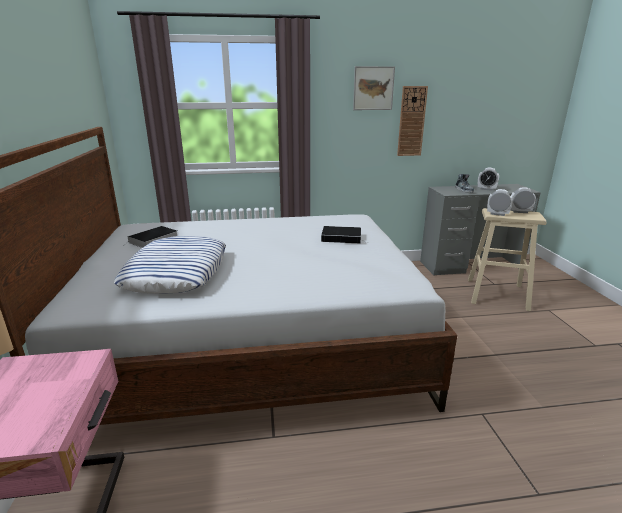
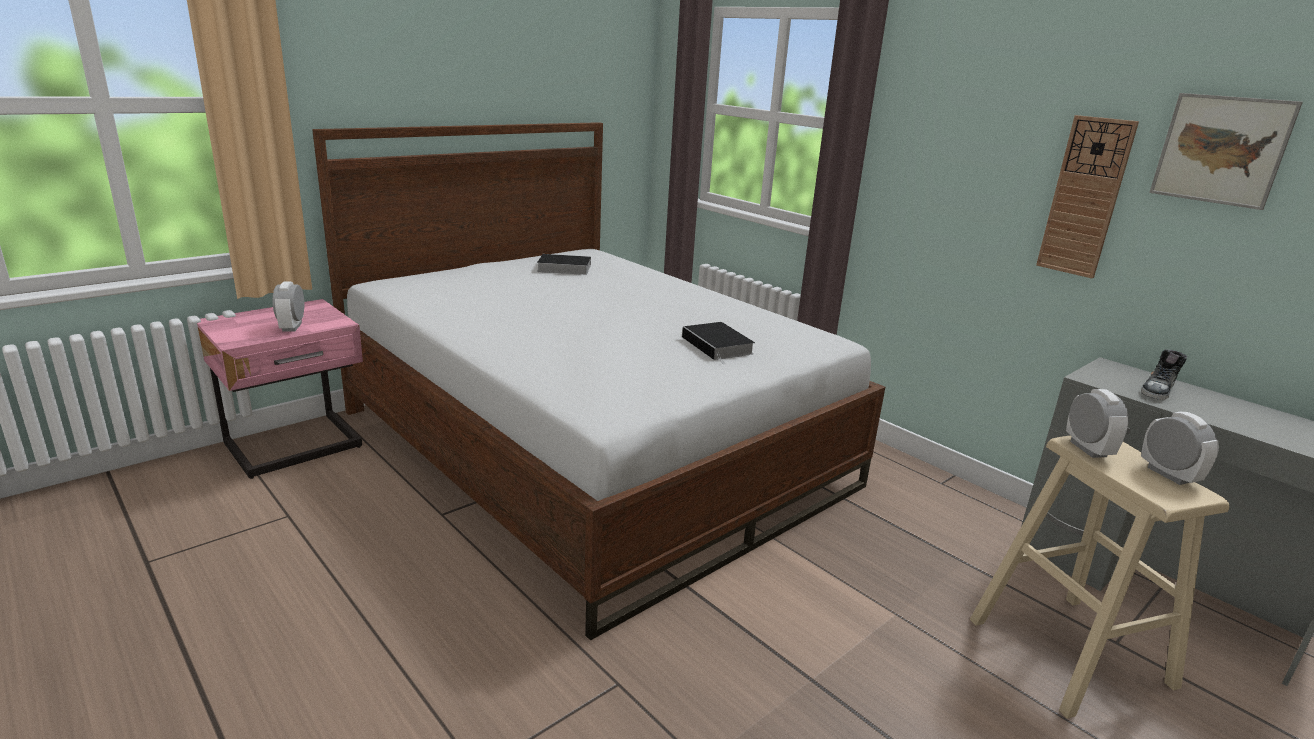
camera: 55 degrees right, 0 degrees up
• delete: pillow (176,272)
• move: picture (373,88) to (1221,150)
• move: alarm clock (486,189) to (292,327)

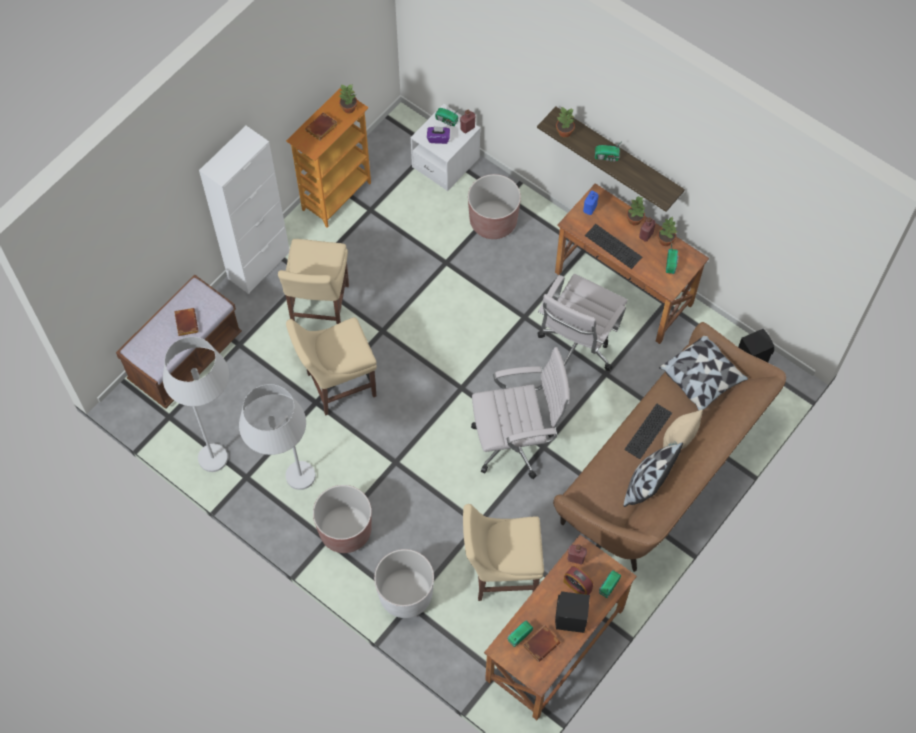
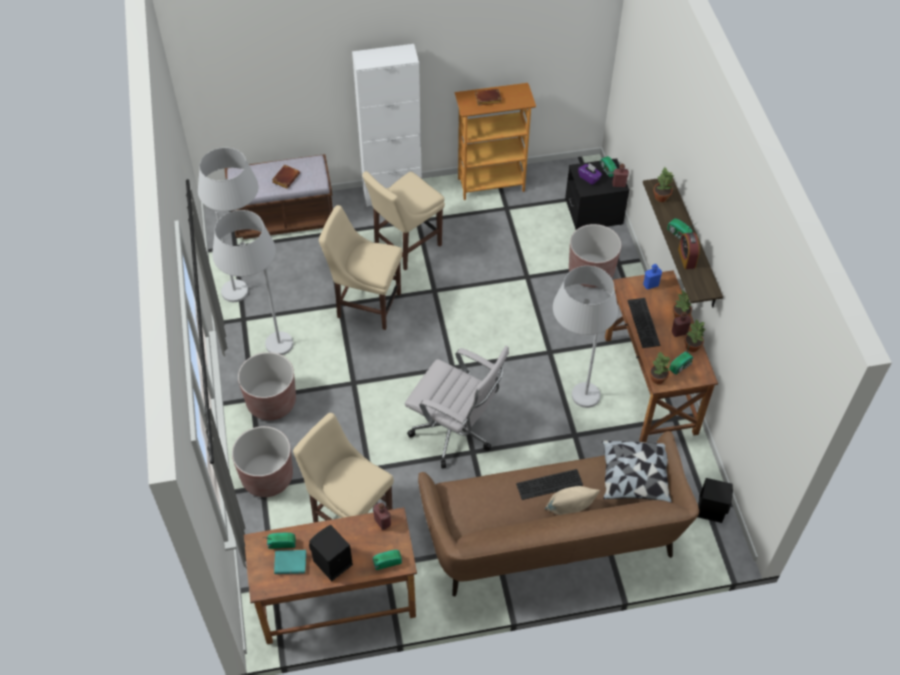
camera: 40 degrees right, 10 degrees down
• delete: pillow (647,484)
• move: potted plant (348,108) to (657,378)
• move: alarm clock (577,586) to (686,258)
• replace: white office chair (577,346) to white floor lamp (571,400)
• recolor: white planter (405,594) to brown planter (267,477)
• recolor: white nightstand (446,163) to black nightstand (593,212)
• recolor: brown book (541,643) to turquoise book (291,562)

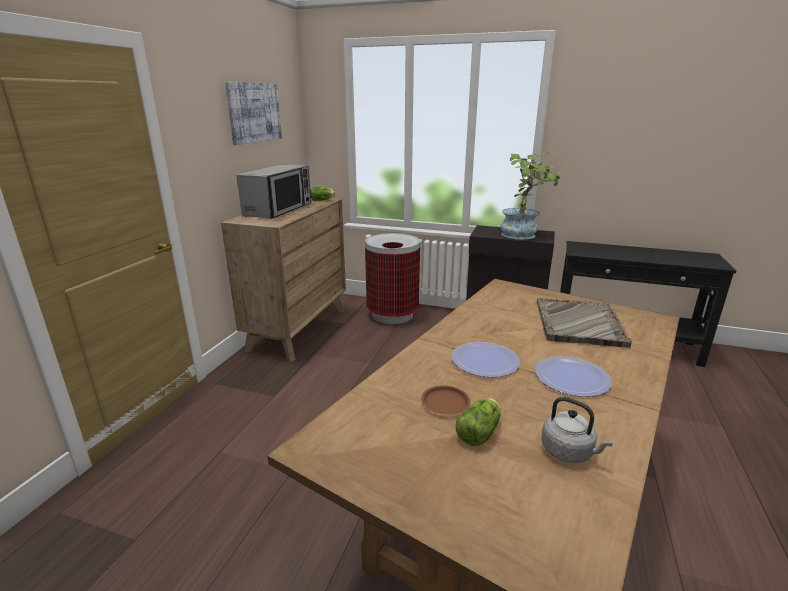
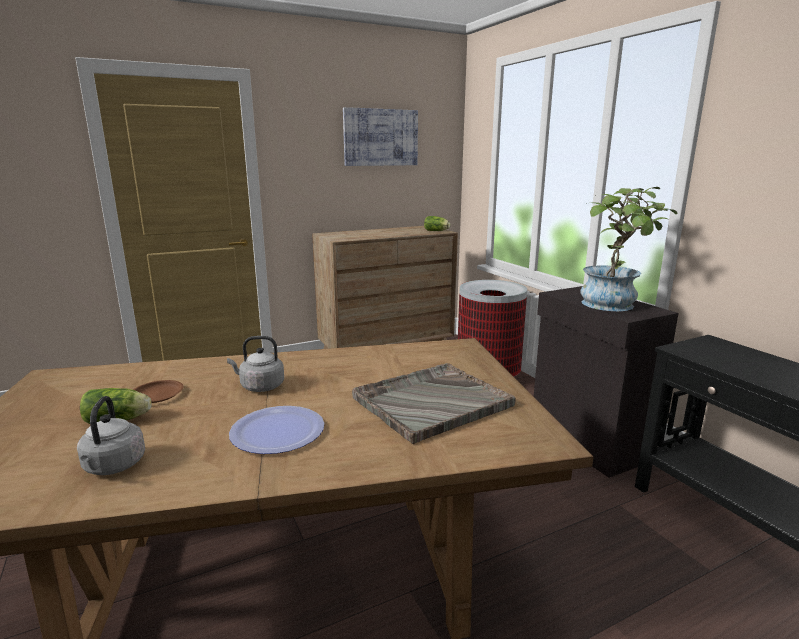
camera: 45 degrees right, 5 degrees down
• delete: microwave (279,210)
• replace: plate (485,361) to grey kettle (260,386)

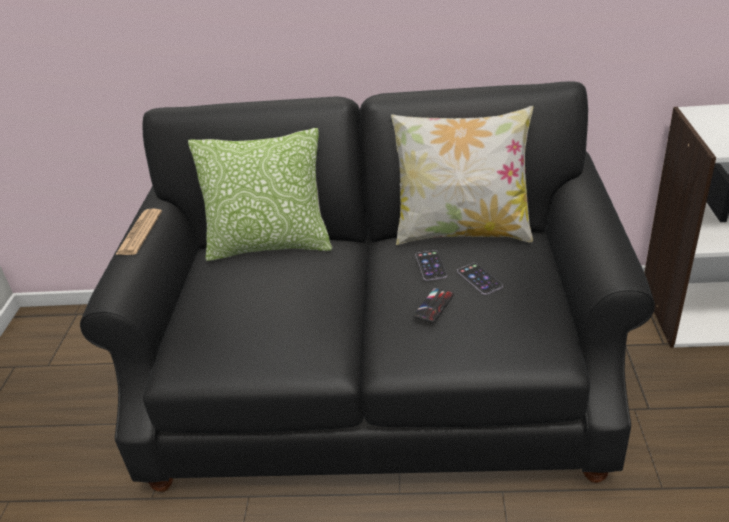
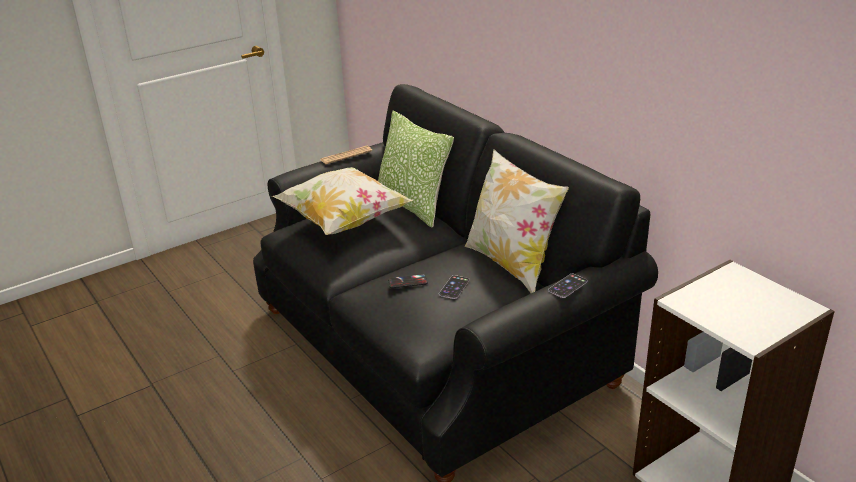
camera: 50 degrees right, 5 degrees down
• insert: pillow (344,221)
• move: phone (431,265) to (567,286)

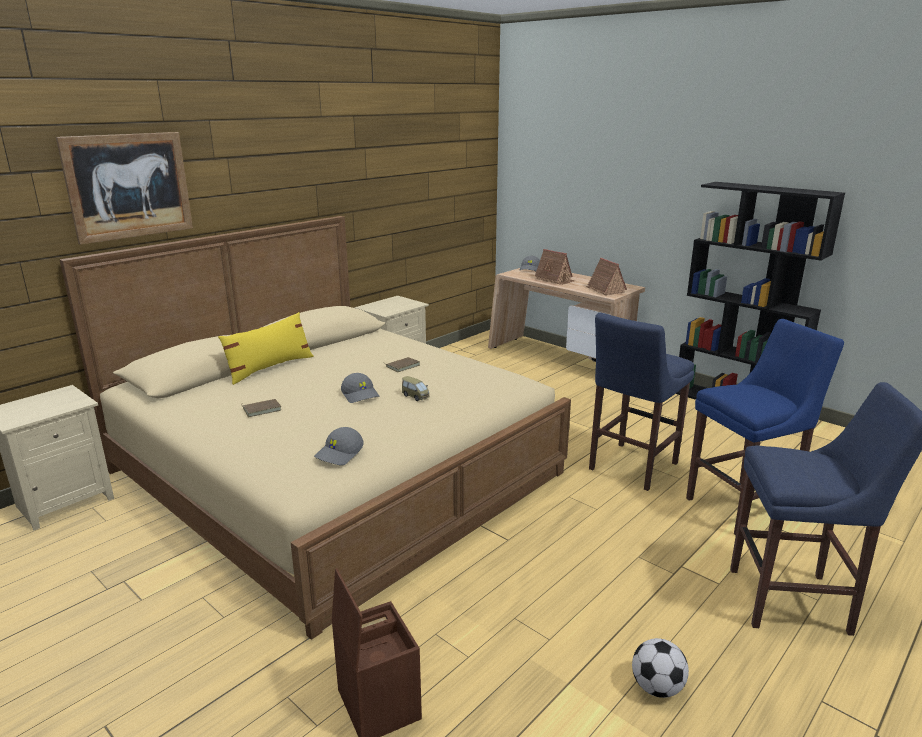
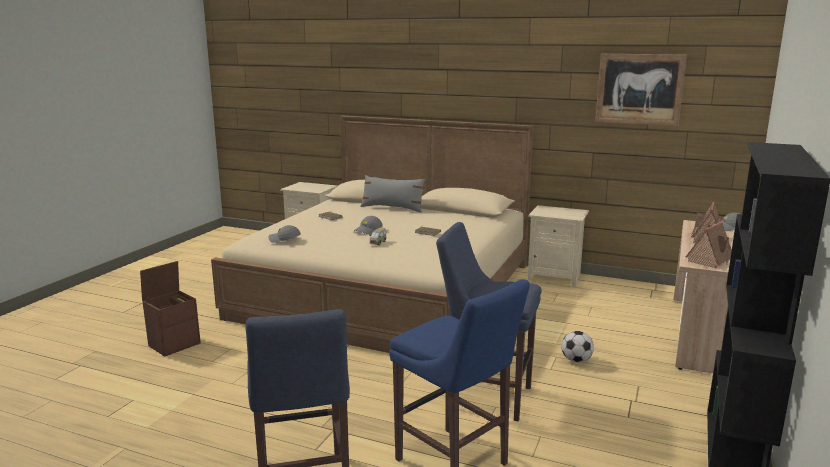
camera: 70 degrees right, 5 degrees down
• move: picture (129,186) to (639,89)
• move: football (657,687) to (576,360)
• recolor: yellow pillow (270,368) to grey pillow (392,208)

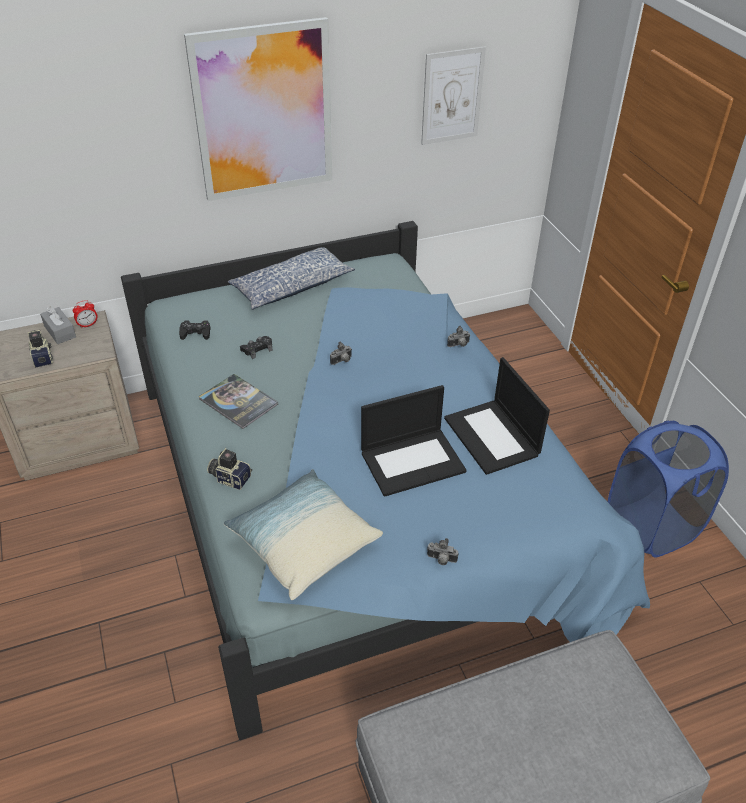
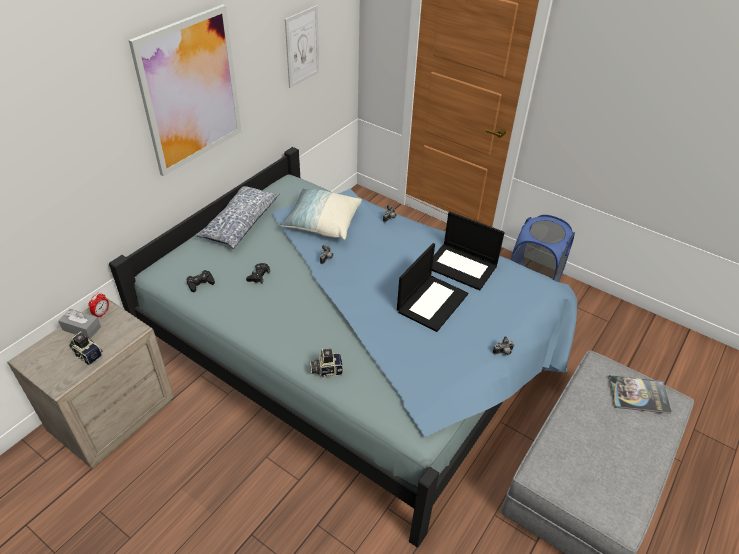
camera: 35 degrees left, 0 degrees up
• move: book (238,402) to (638,395)
• move: pillow (303,543) to (322,223)

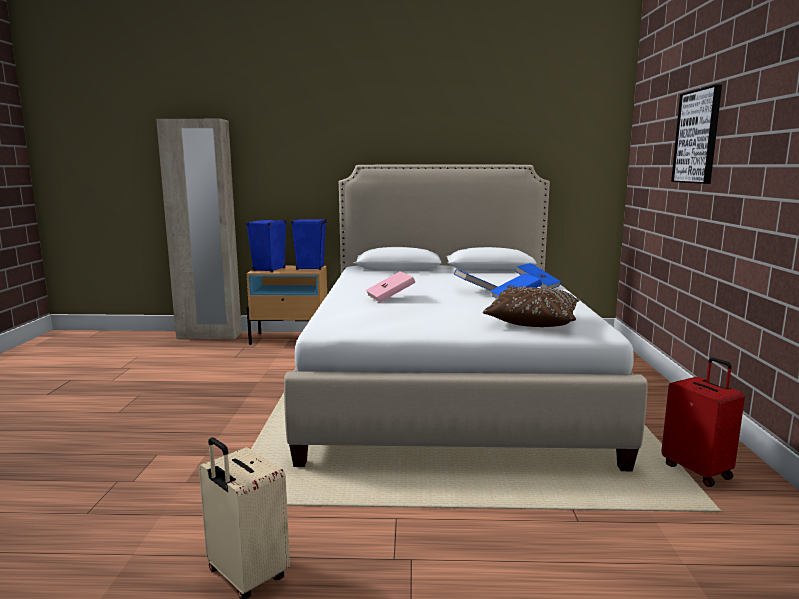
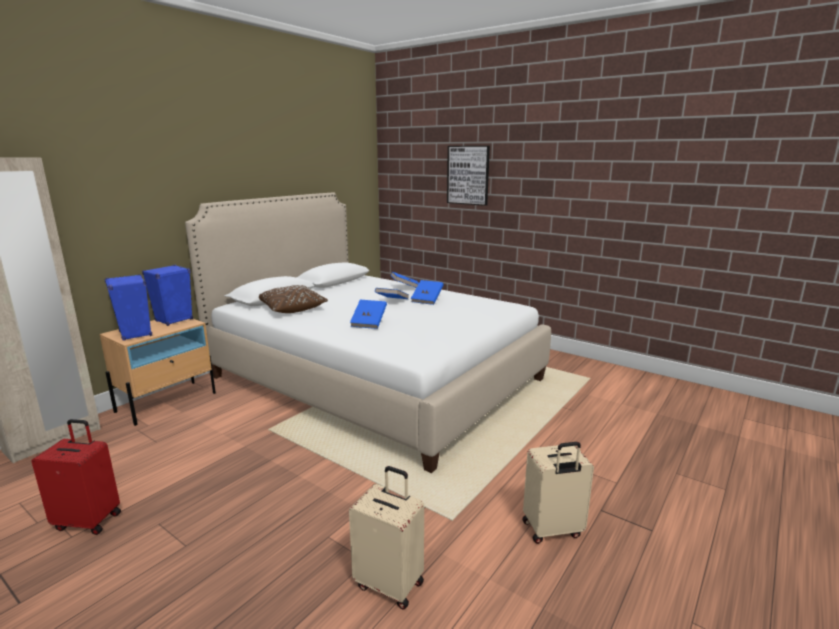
camera: 55 degrees left, 5 degrees up
• insert: beige suitcase (390,583)
• move: brown pillow (532,321) to (291,308)
• move: red suitcase (697,471) to (89,520)
• recolor: pink book (390,298) to blue book (369,323)

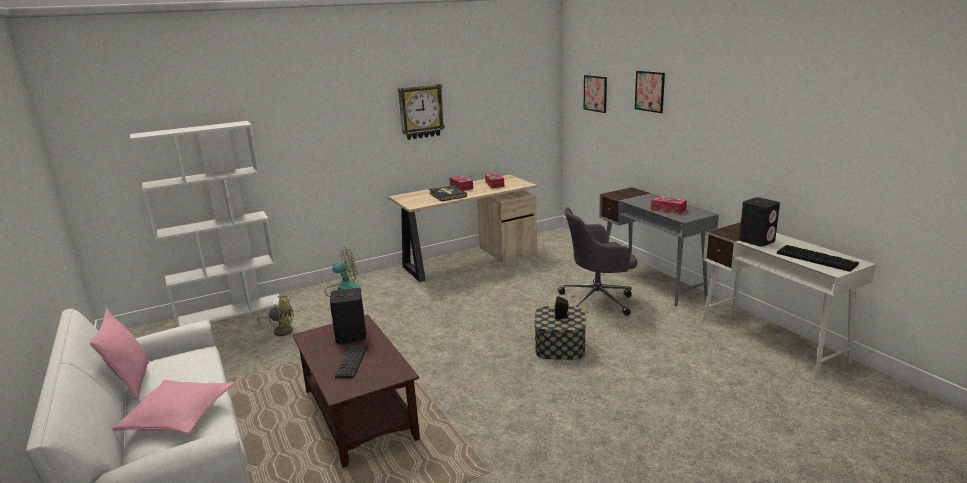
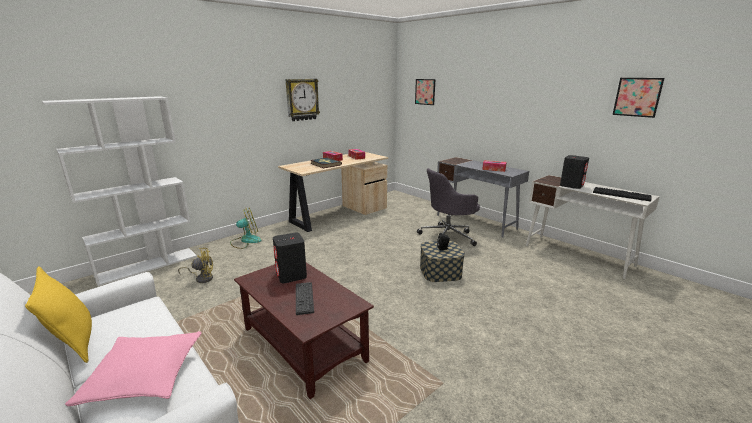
camera: 15 degrees left, 0 degrees up
• move: picture (649,91) to (637,97)
• recolor: pink pillow (132,382) to yellow pillow (74,343)

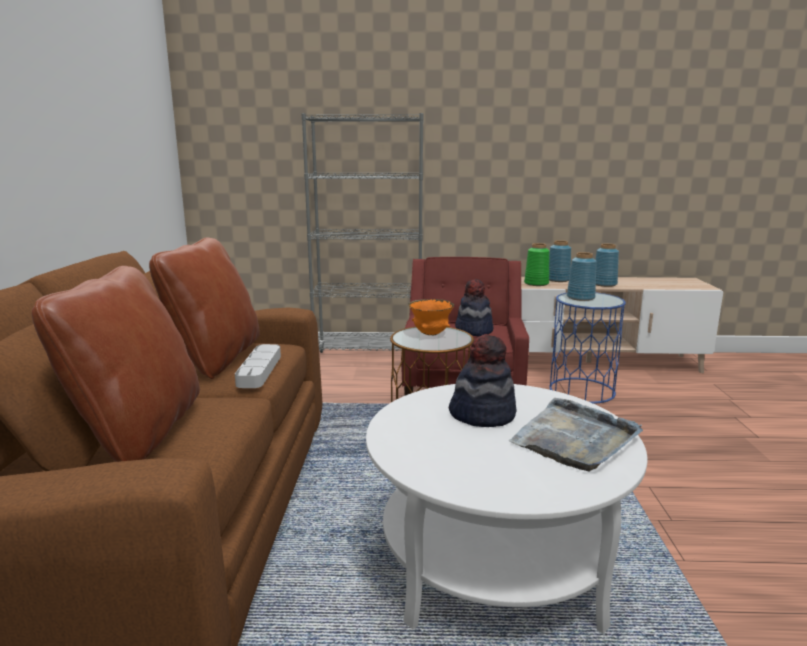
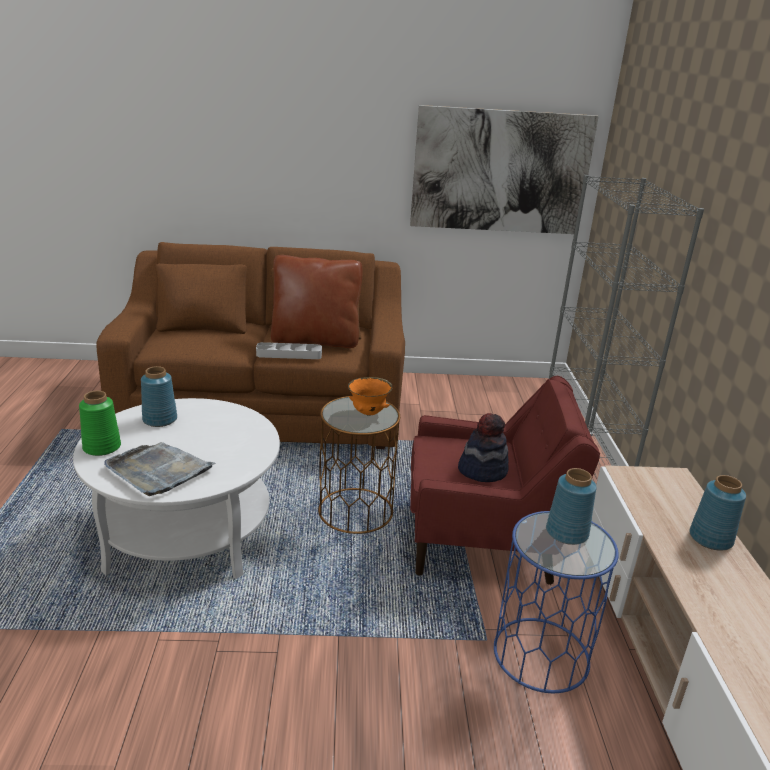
camera: 85 degrees right, 10 degrees up
• delete: brown pillow (139,432)
• delete: hat (482,414)
• insert: picture (500,171)
• move: green vase (536,284) to (101,447)
• move: blue vase (604,284) to (160,420)

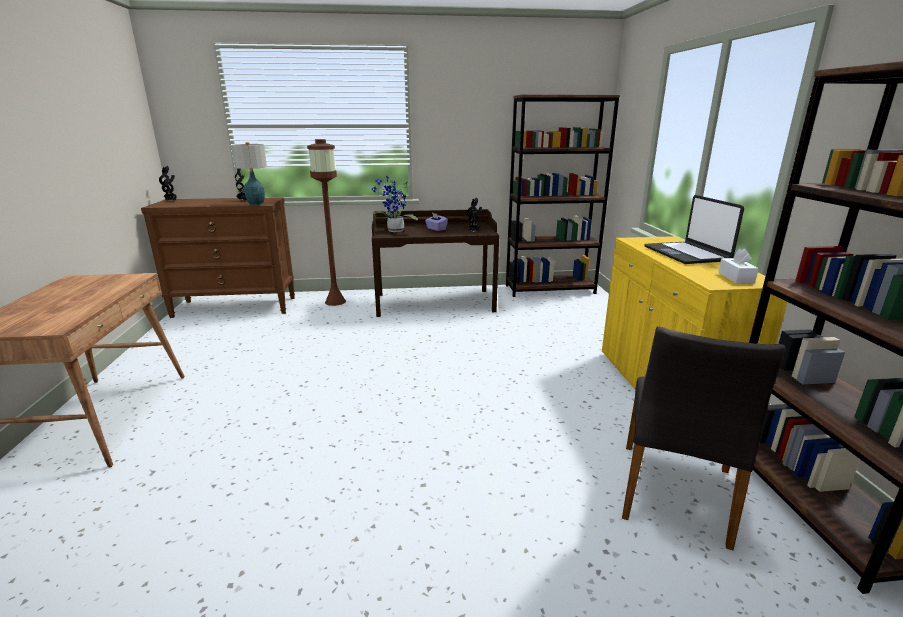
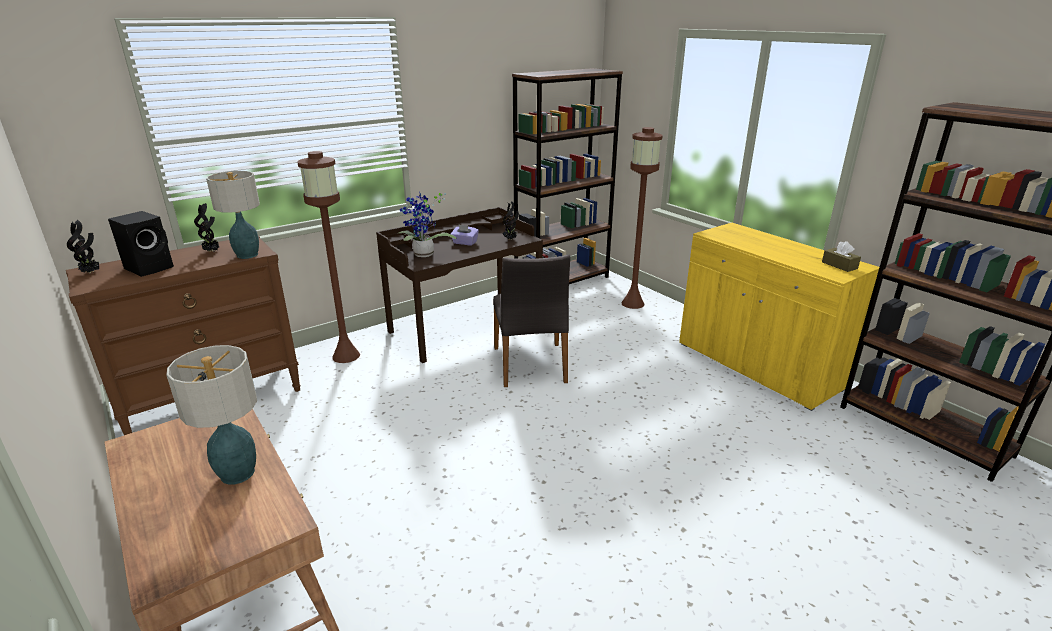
camera: 30 degrees left, 5 degrees up
• delete: laptop (686,254)
• insert: black speaker (151,267)
• insert: table lamp (238,474)
• insert: brown floor lamp (633,303)
• move: grey chair (675,493) to (531,365)
• recolor: white tissue box (735,277) to brown tissue box (839,265)

